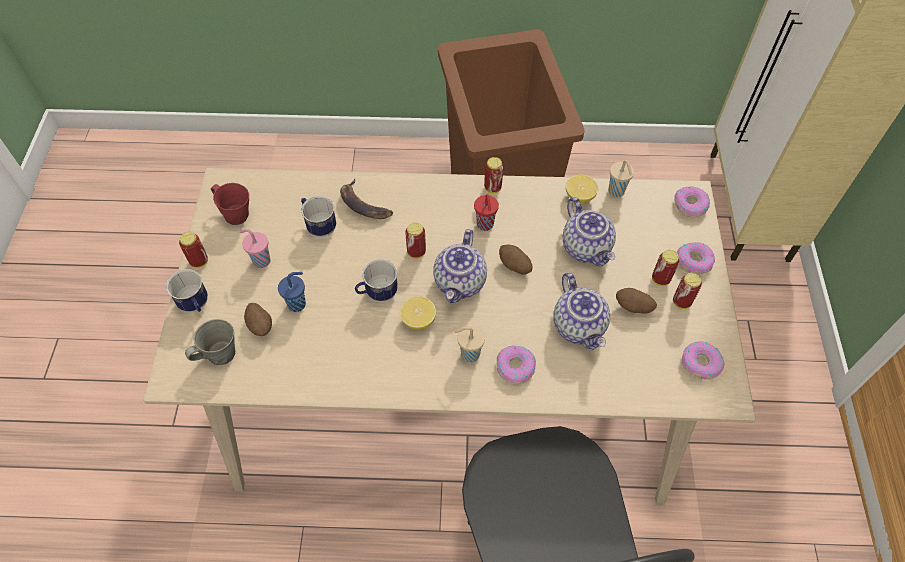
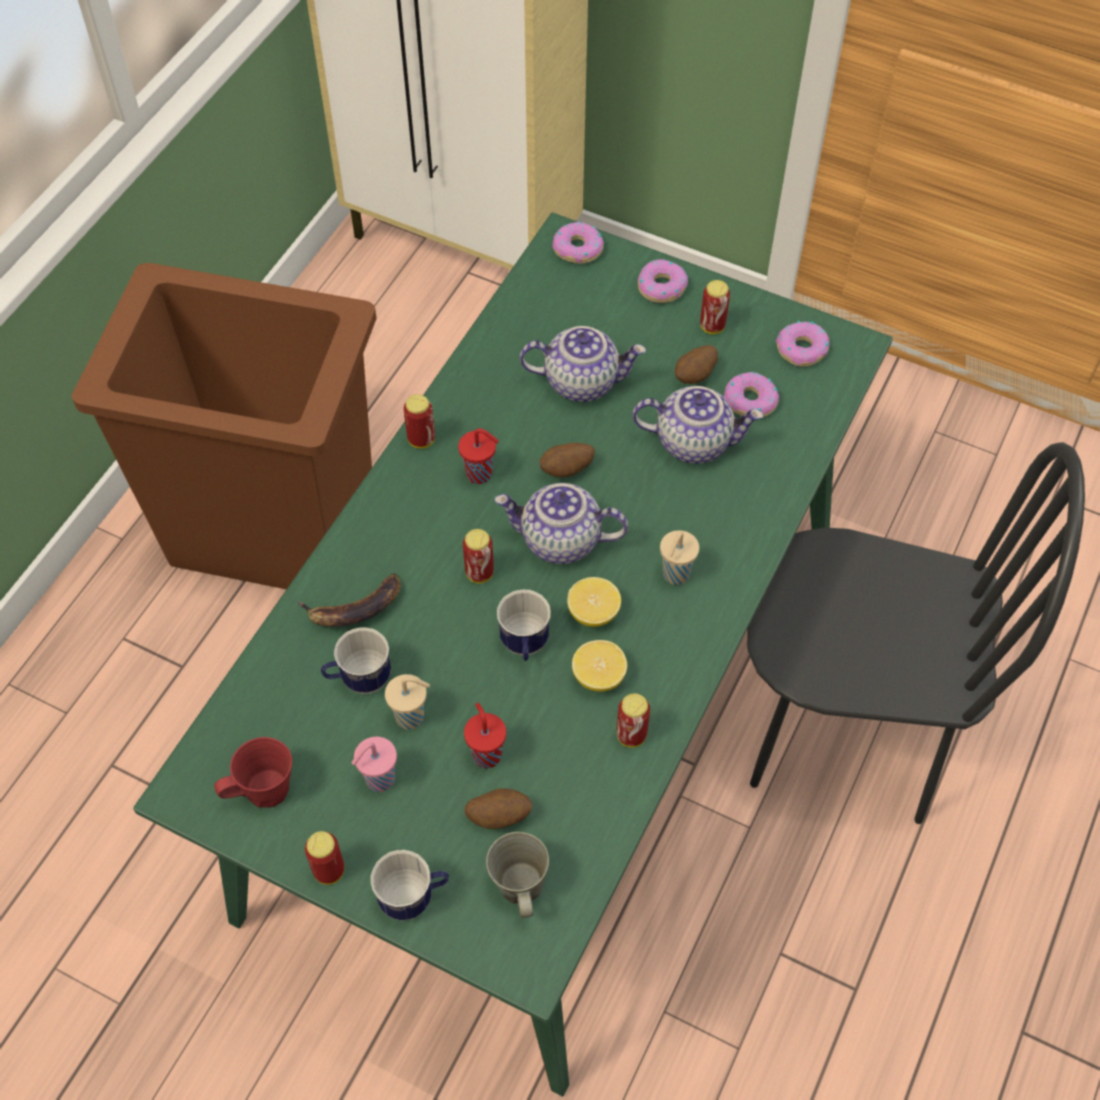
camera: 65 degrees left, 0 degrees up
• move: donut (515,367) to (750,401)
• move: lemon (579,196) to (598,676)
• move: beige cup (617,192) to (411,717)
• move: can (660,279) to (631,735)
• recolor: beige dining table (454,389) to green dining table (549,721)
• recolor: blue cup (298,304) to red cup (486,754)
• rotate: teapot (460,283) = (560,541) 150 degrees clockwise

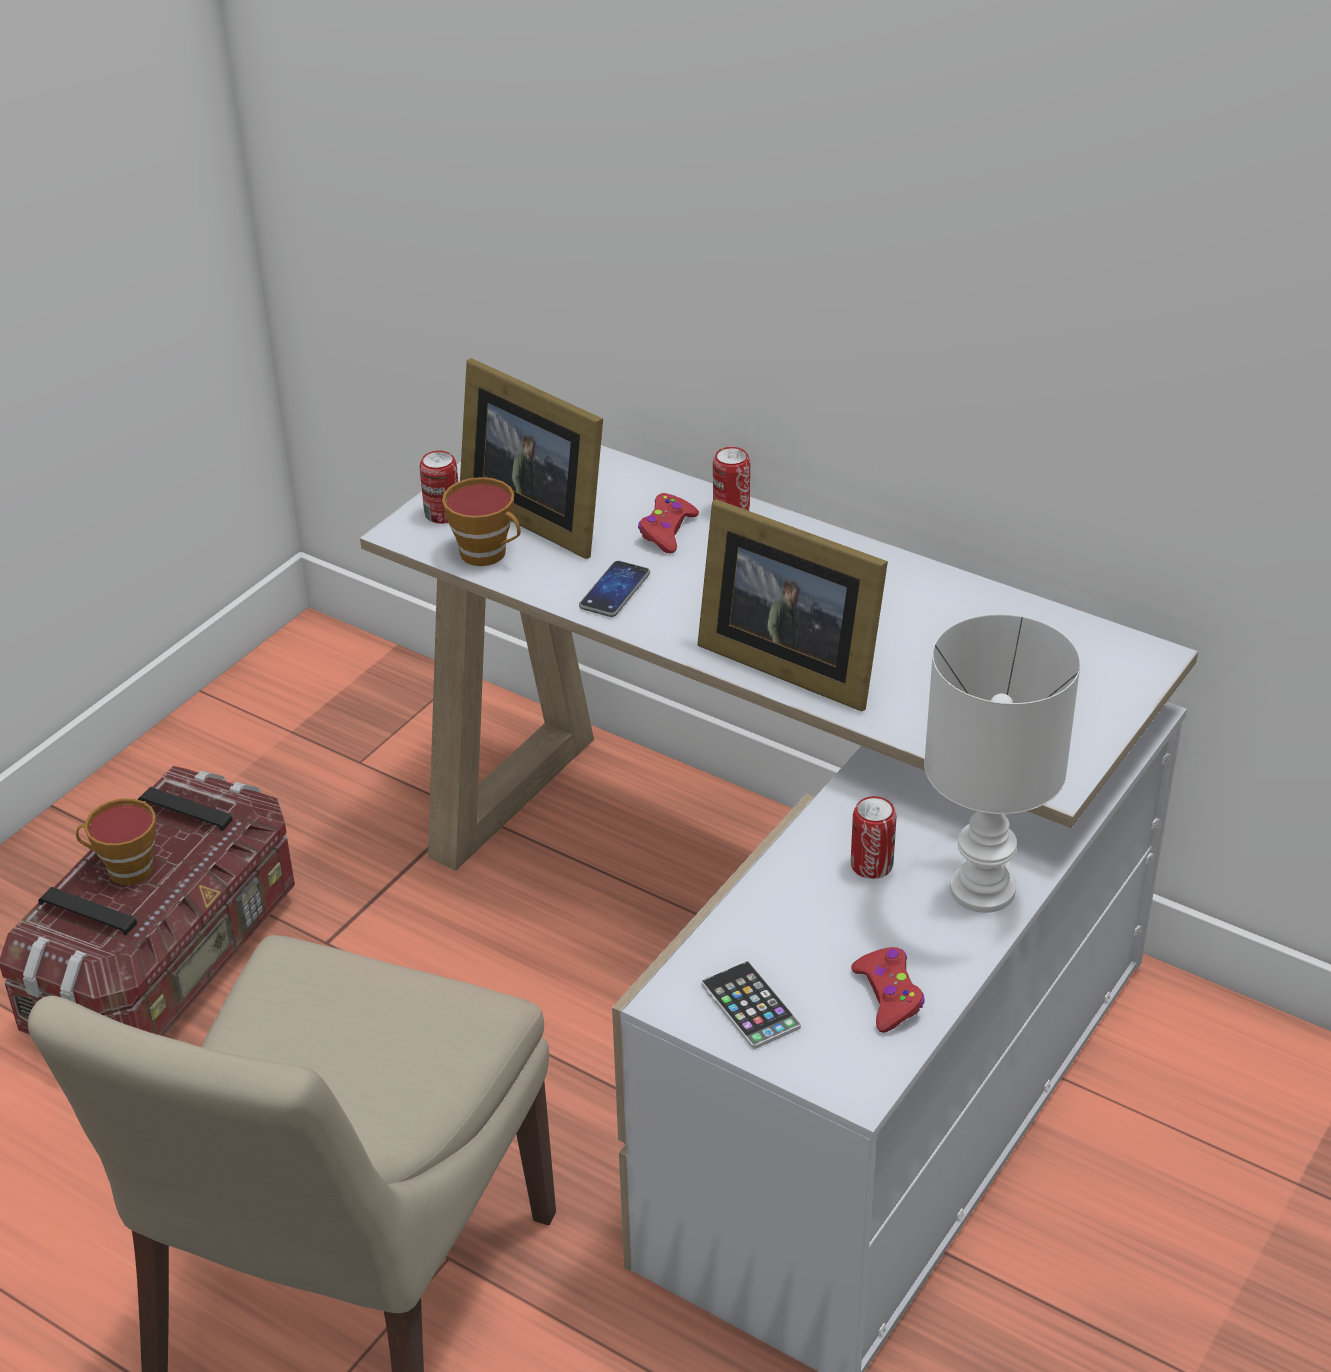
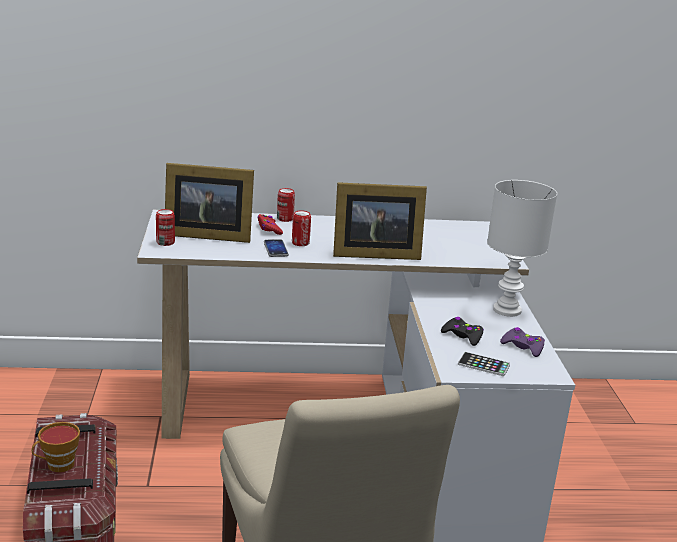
camera: 40 degrees left, 15 degrees down
• delete: cup (488,554)
• insert: black game controller (462,336)
• move: can (871,865) to (300,243)
• recolor: red game controller (888,996) to purple game controller (523,347)

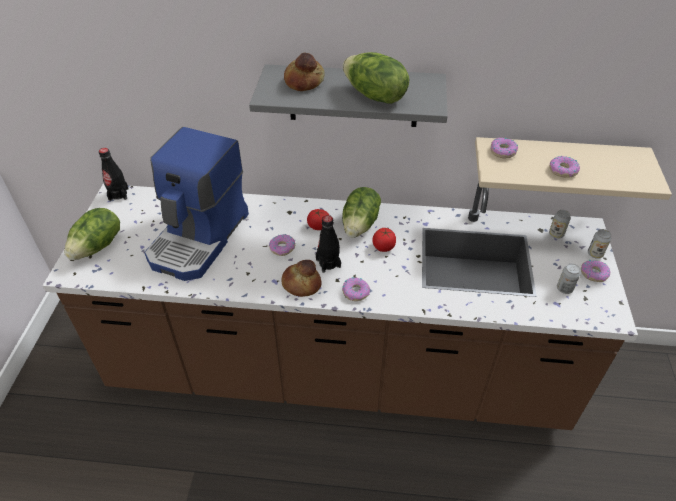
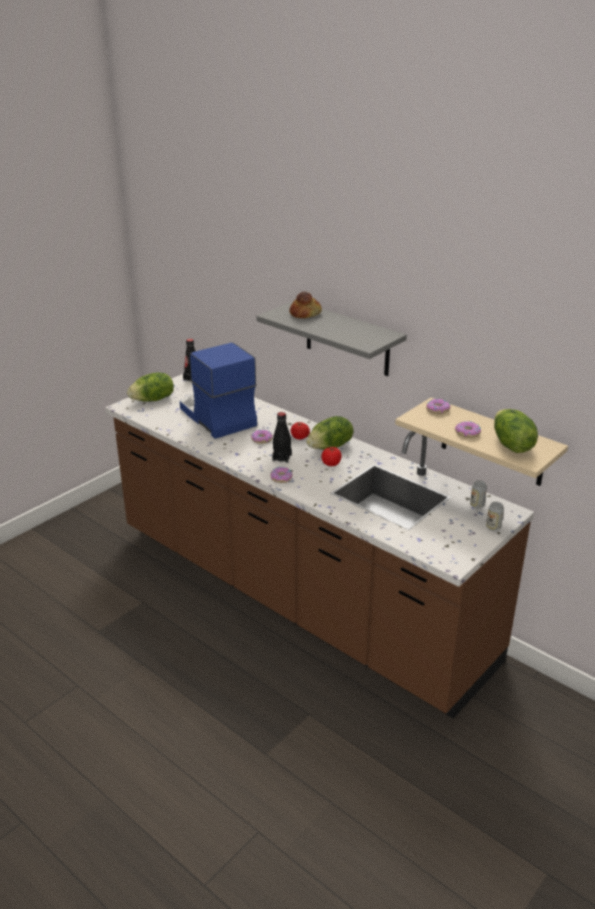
camera: 35 degrees right, 15 degrees down
• delete: bread (301,284)
• delete: can (564,289)
• delete: donut (594,273)
• move: lettuce (374,96) to (511,445)
• rotate: coffee machine (200,238) = (216,417) 90 degrees clockwise

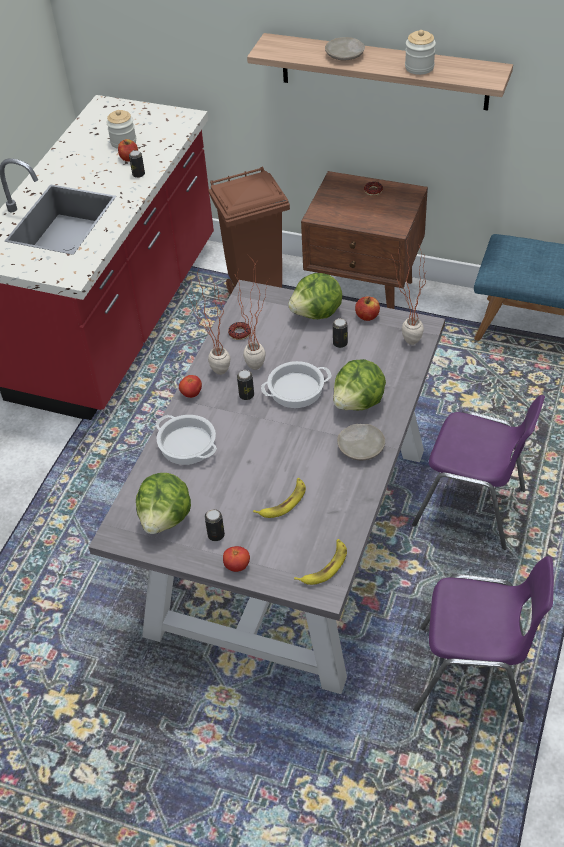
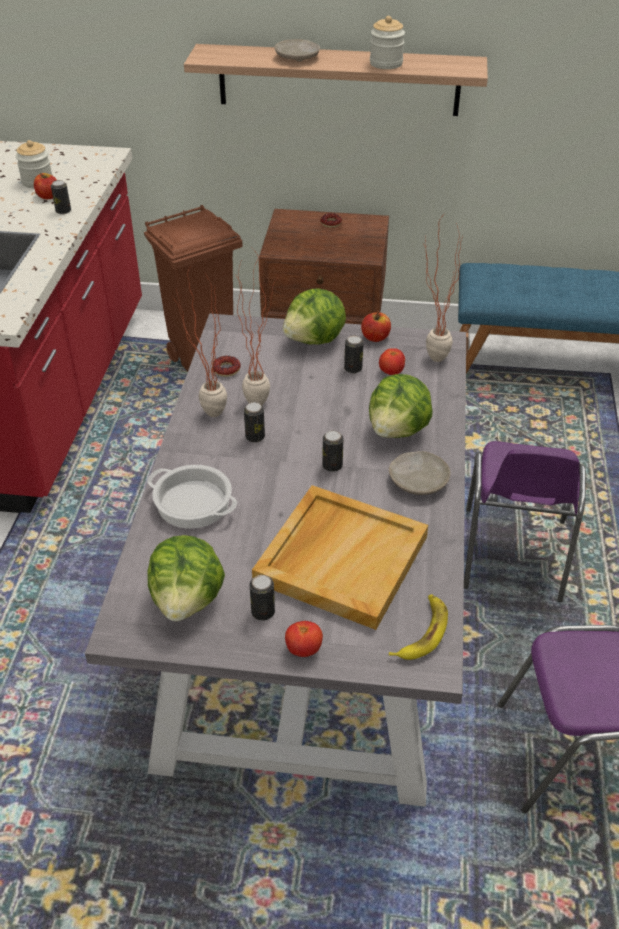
camera: 15 degrees left, 5 degrees down
• delete: cooking pot (296,390)
• insert: can (332,466)
• move: tomato (191,394) to (391,372)
• replace: banana (283,501) to beige tray (341,558)
• rotate: purple chair (472,508) = (512,557) 90 degrees clockwise

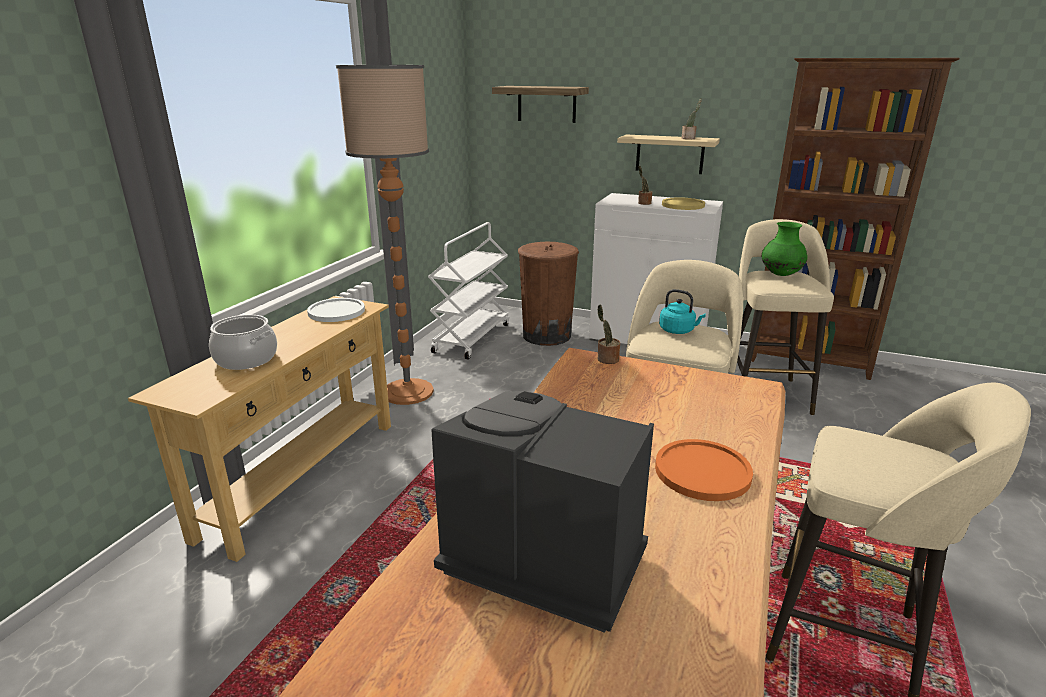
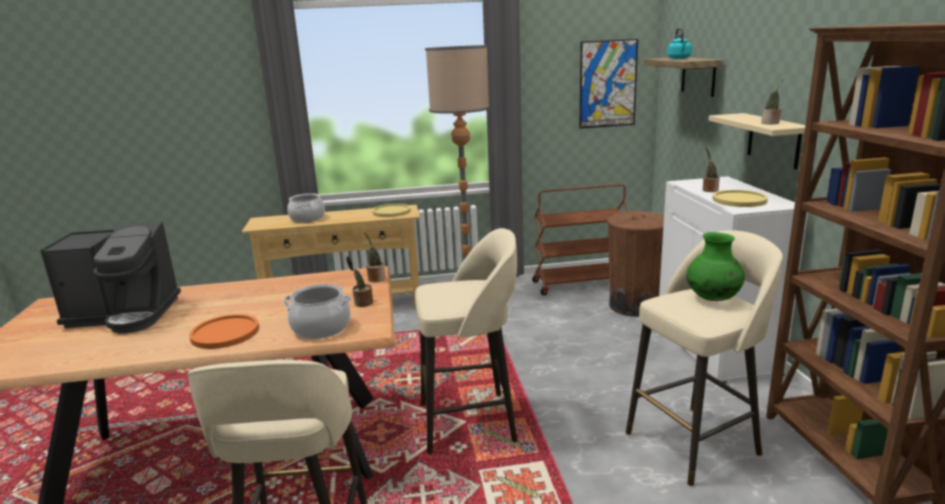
camera: 60 degrees right, 5 degrees down
• insert: cooking pot (321,328)
• insert: potted plant (362,303)
• insert: picture (608,84)
• move: turquoise kettle (678,331) to (679,58)
• recolor: white plate (336,311) to yellow plate (391,211)
• recolor: white cart (471,337) to brown cart (580,283)
• rotate: coffee machine (540,557) = (125,314) 90 degrees clockwise

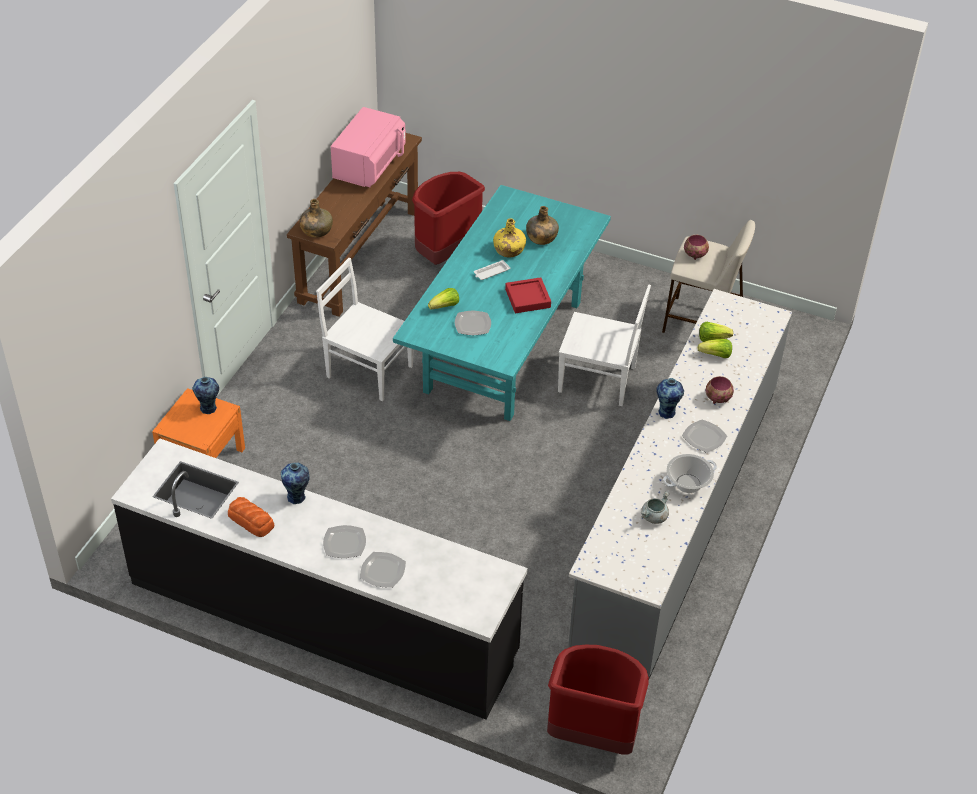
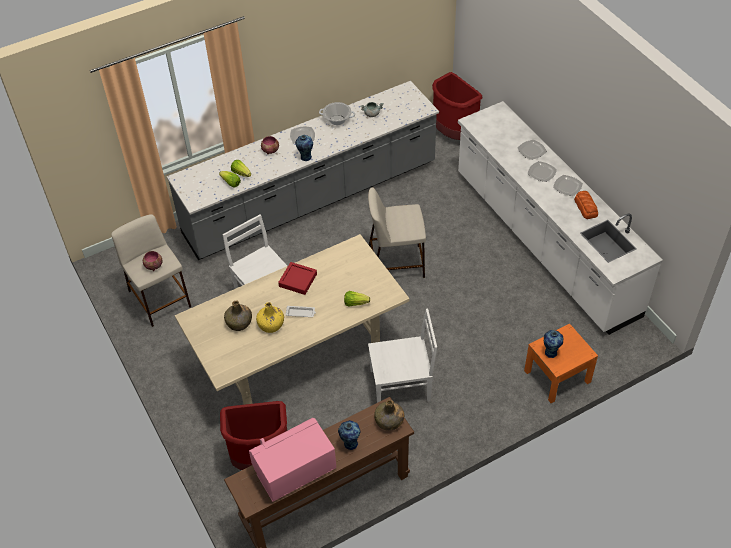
camera: 140 degrees left, 5 degrees up
• insert: beige stool (396,263)
• move: vase (297,497) to (350,443)
• move: plate (472,324) to (567,186)
• recolor: black counter (323,618) to white counter (544,243)
• recolor: turquoise dining table (503,347) to beige dining table (299,352)
• rotate: white chair (368,370) = (402,385) 75 degrees counterclockwise

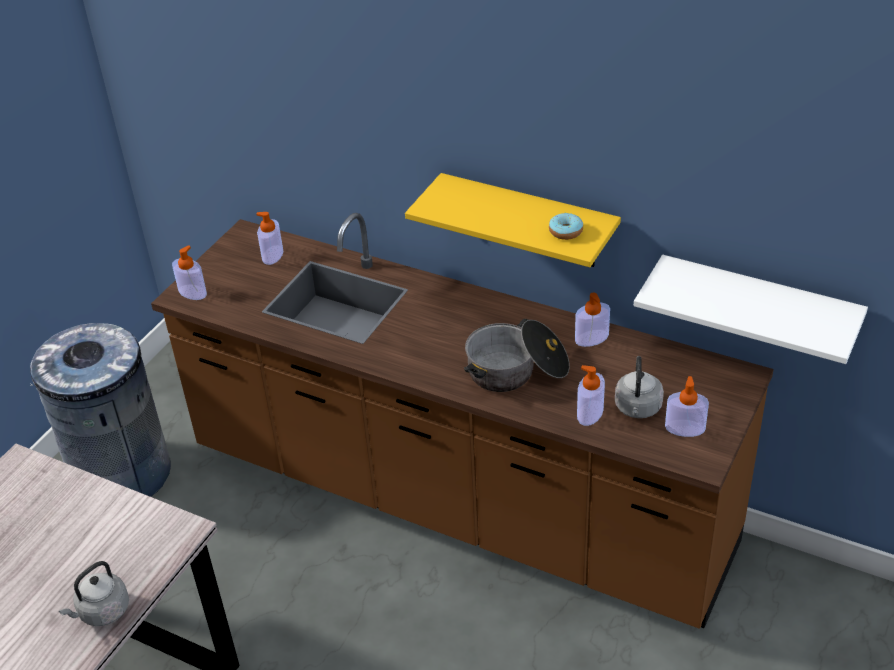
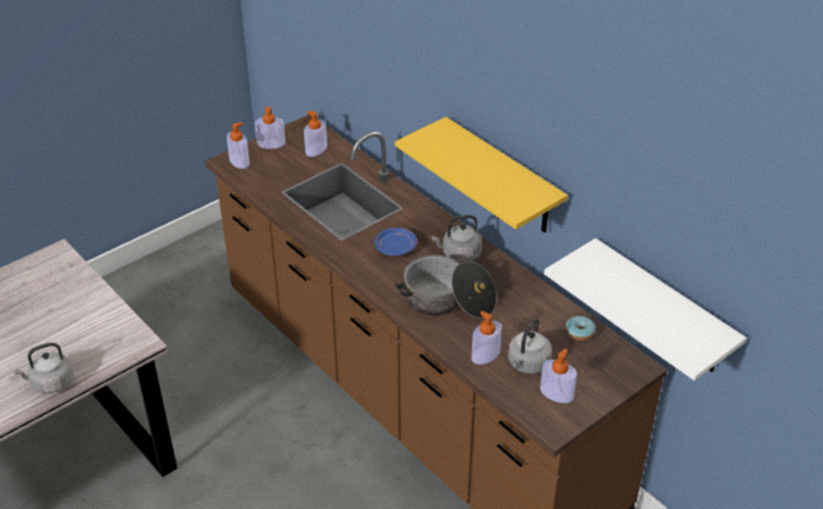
camera: 20 degrees right, 0 degrees up
• delete: grey trash can (122,474)
• insert: blue plate (396,247)
• insert: grey kettle (459,254)
• move: donut (565,232) to (579,333)
• move: soap dispenser (591,338) to (271,144)

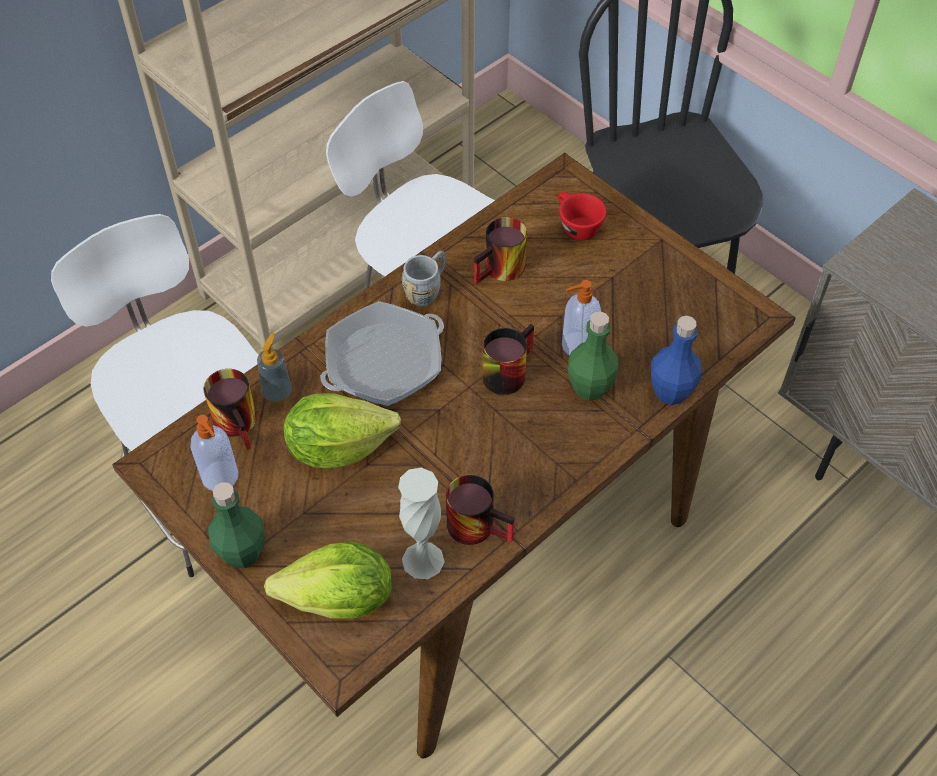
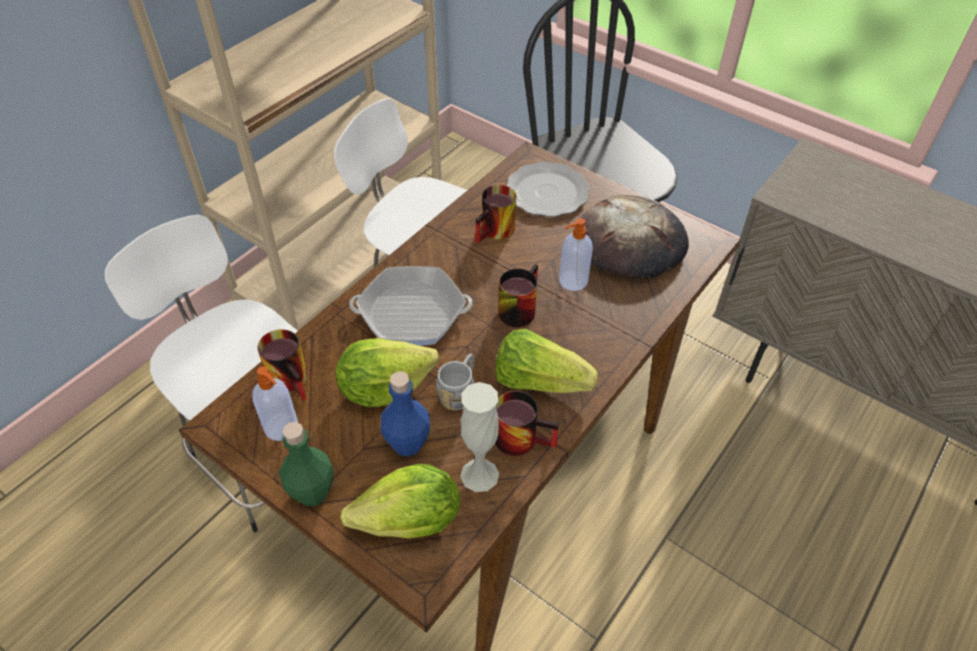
camera: 10 degrees left, 5 degrees down
• delete: soap dispenser (277,393)
• delete: green bottle (589,388)
• insert: lettuce (538,381)
• insert: bread (631,243)
• move: grey mug (427,289) to (460,392)
• move: blue bottle (670,392) to (407,443)
• replace: red cup (575,226) to plate (548,192)
• rotate: frying pan (384,362) = (412,313) 135 degrees counterclockwise

